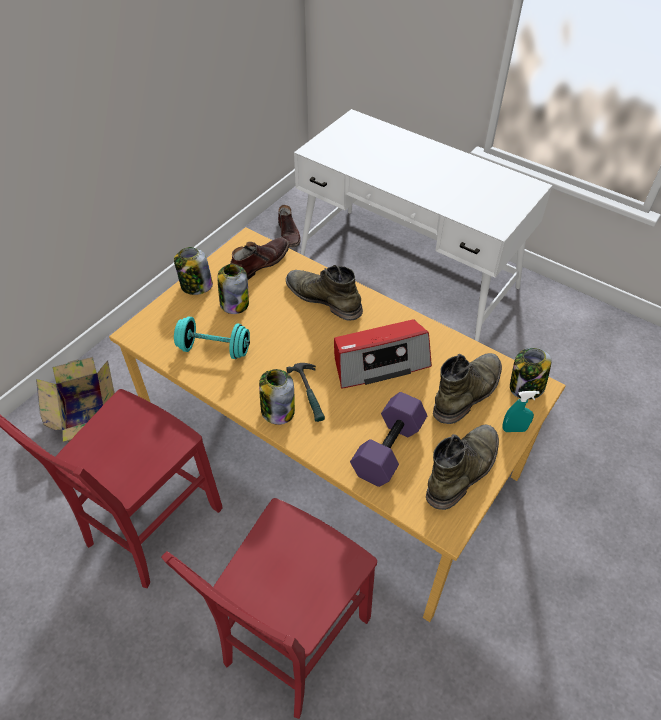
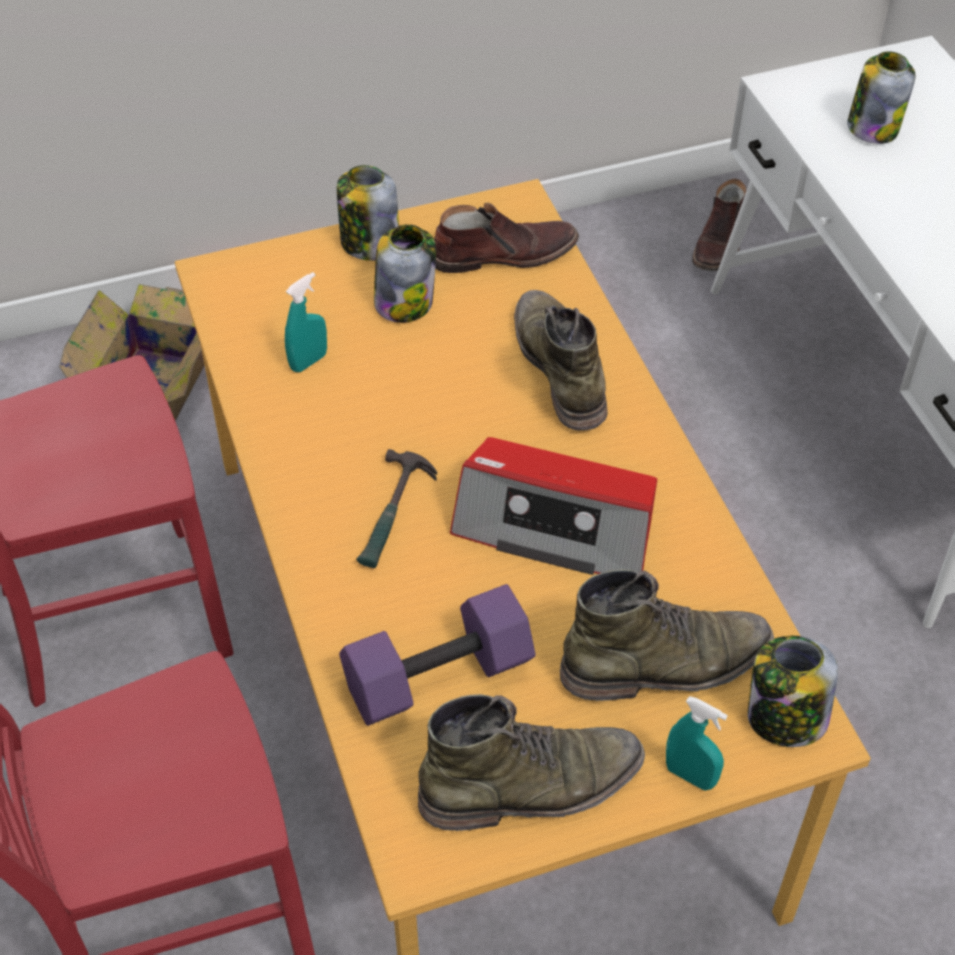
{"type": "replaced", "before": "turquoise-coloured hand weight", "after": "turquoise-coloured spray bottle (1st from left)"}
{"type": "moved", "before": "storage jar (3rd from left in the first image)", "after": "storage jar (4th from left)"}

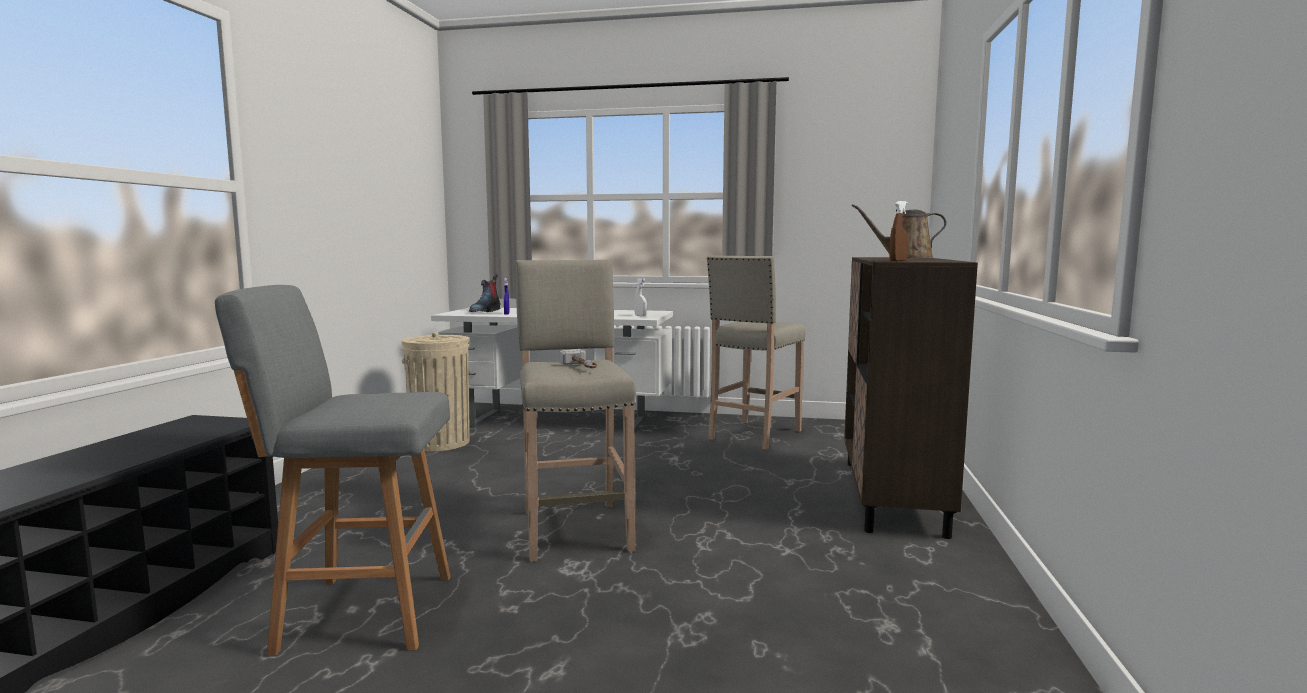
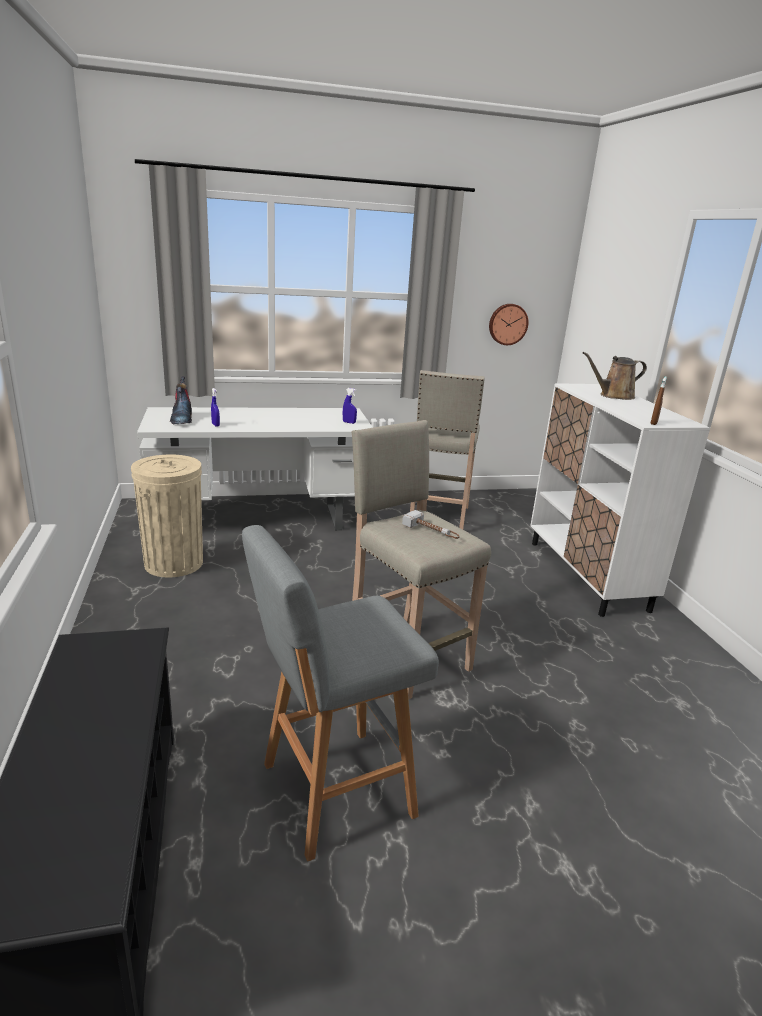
{"type": "recoloured", "before": "white spray bottle", "after": "blue spray bottle (2nd from left)"}
{"type": "recoloured", "before": "brown-coloured cabinet", "after": "white cabinet"}
{"type": "added", "after": "wall clock"}

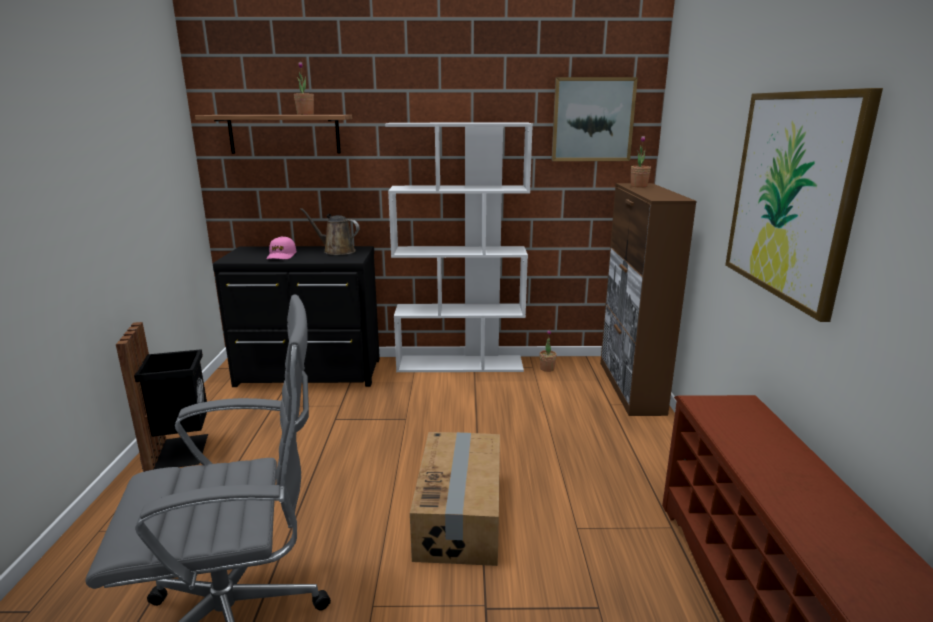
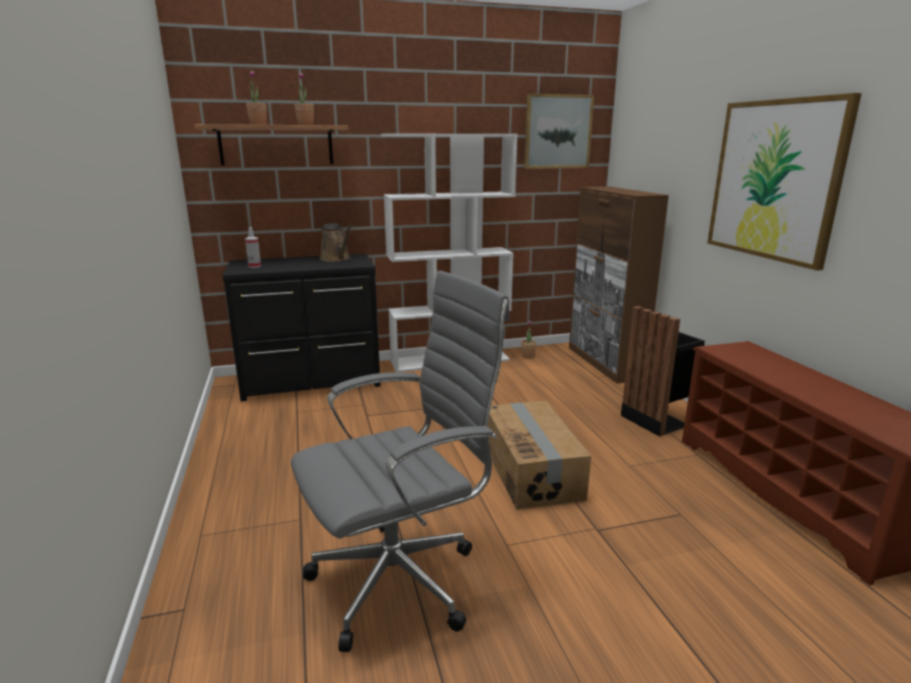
{"type": "moved", "before": "black rubbish bin"}
{"type": "removed", "before": "pink baseball cap"}
{"type": "turned", "before": "brown-coloured sprinkling can", "turn": -135}
{"type": "moved", "before": "potted plant (3rd from left in the first image)", "after": "potted plant (1st from left)"}
{"type": "added", "after": "spray bottle"}

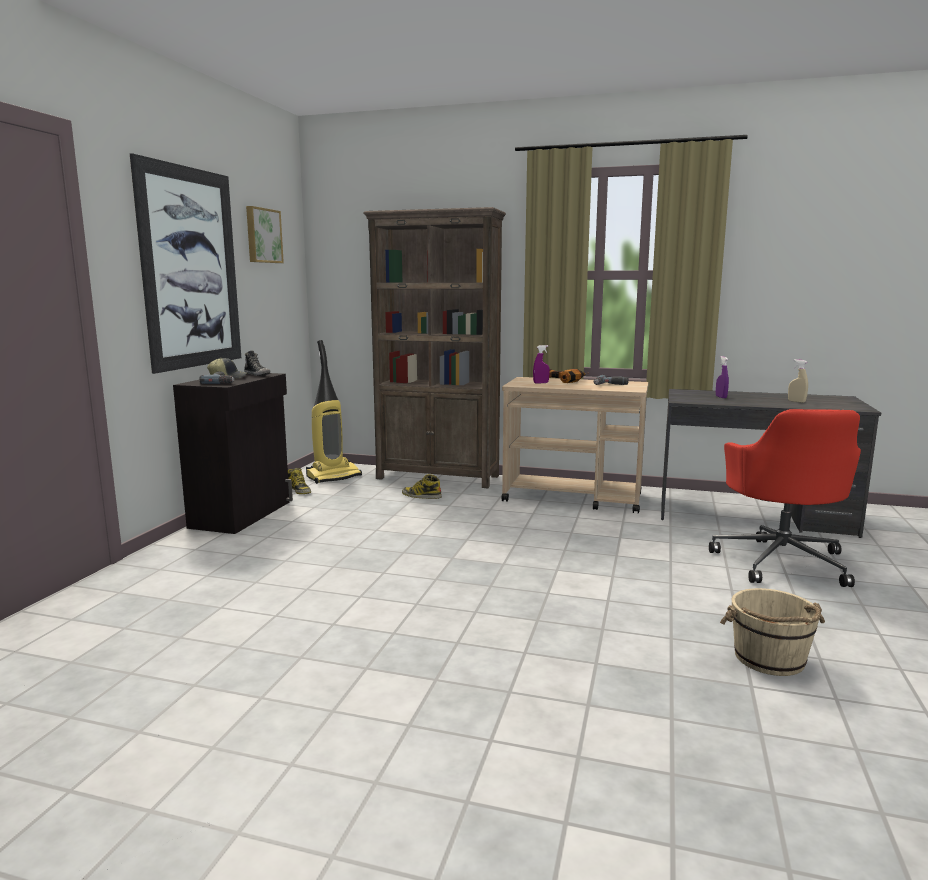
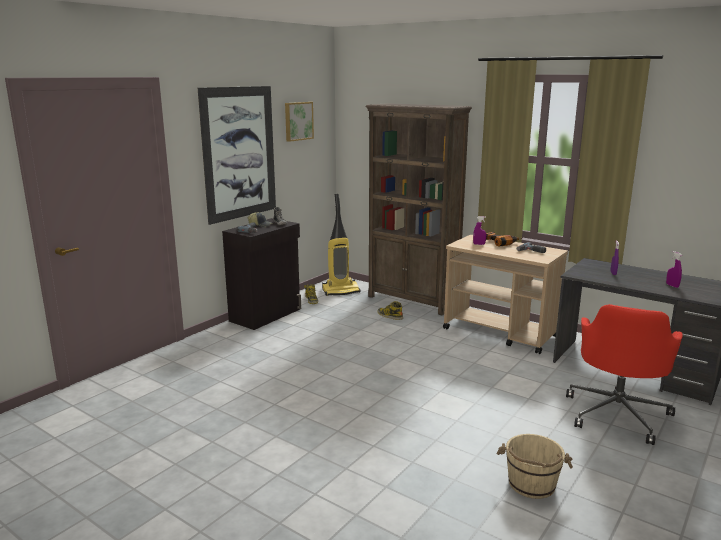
{"type": "recoloured", "before": "beige-coloured spray bottle", "after": "purple spray bottle (3rd from left)"}

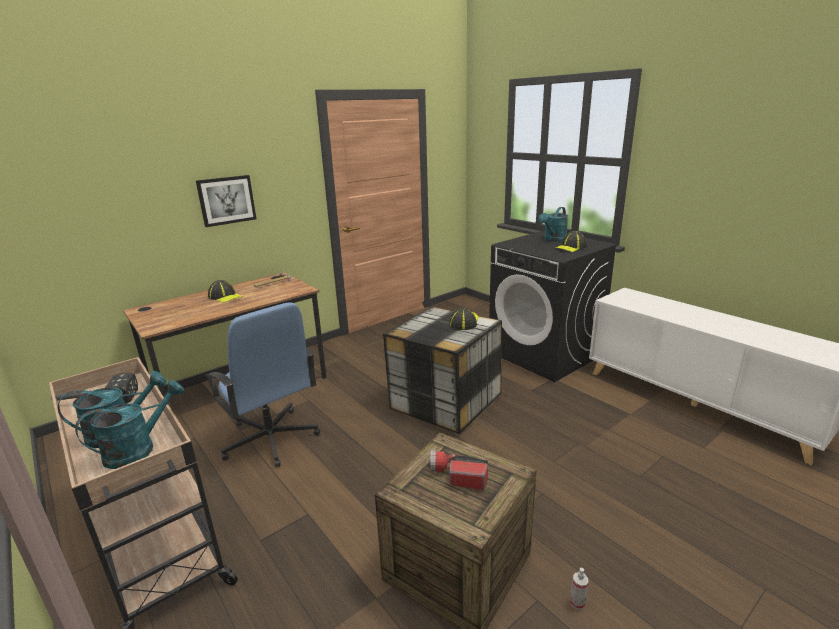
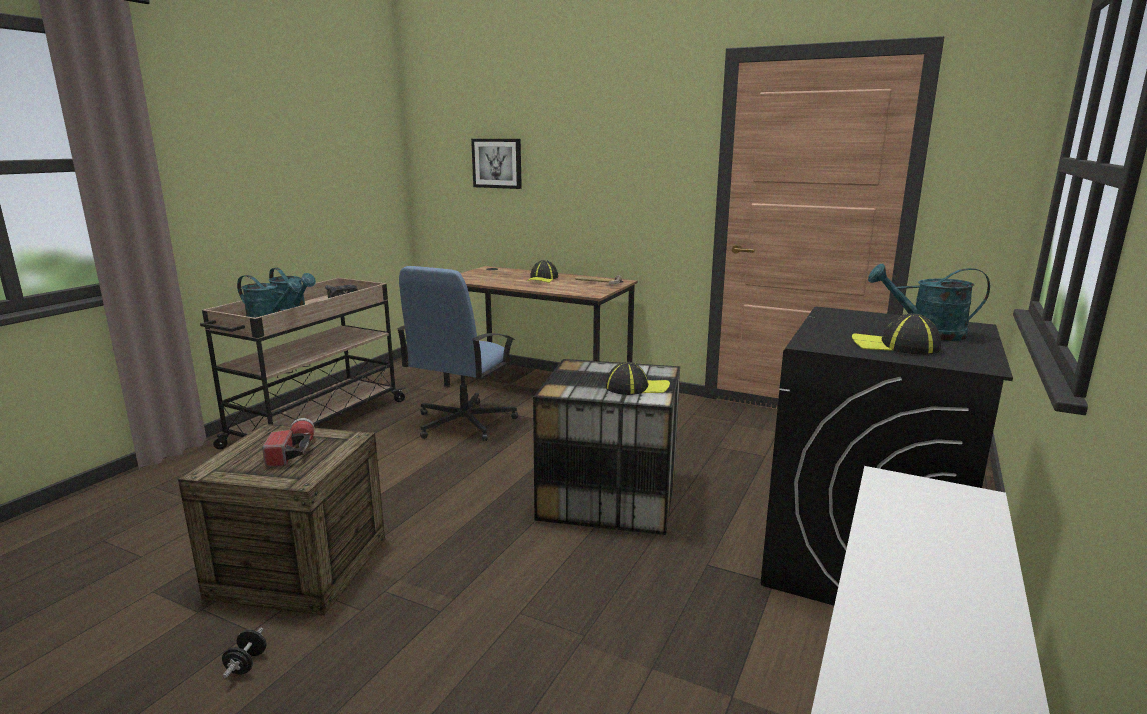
{"type": "moved", "before": "wall picture"}
{"type": "replaced", "before": "spray bottle", "after": "black hand weight"}

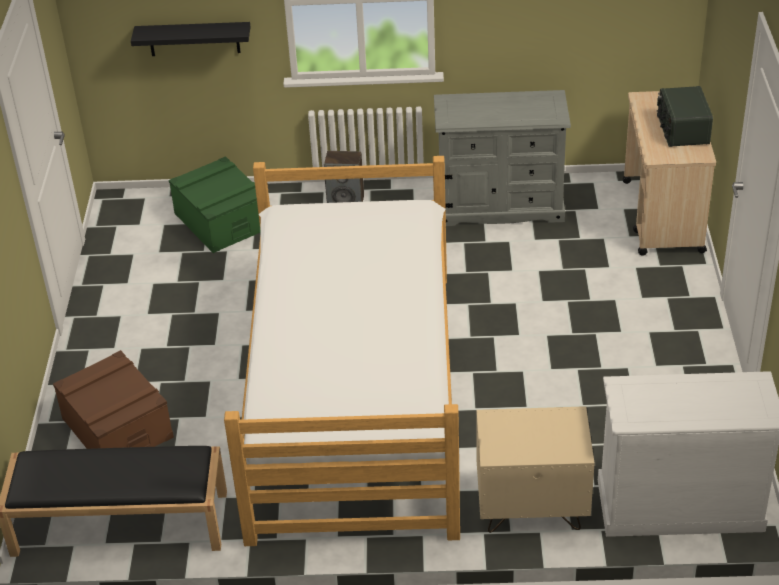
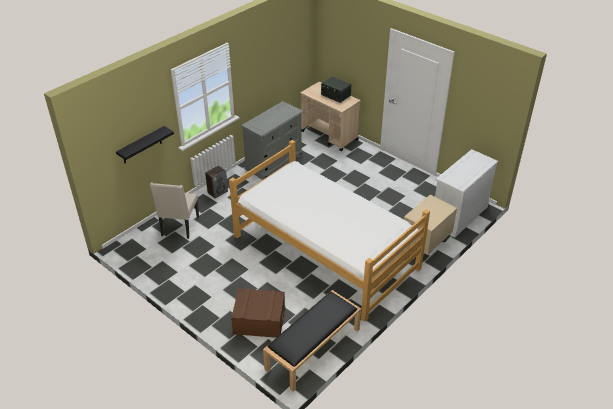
{"type": "replaced", "before": "greenish storage bin", "after": "beige-coloured chair"}

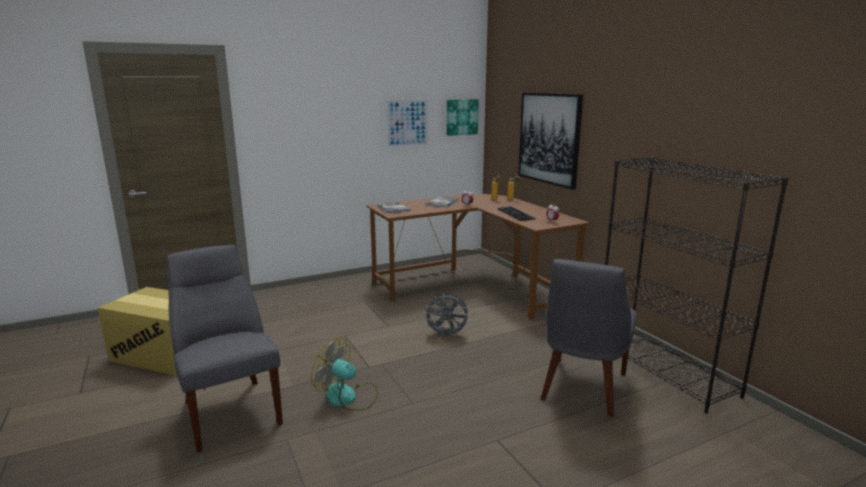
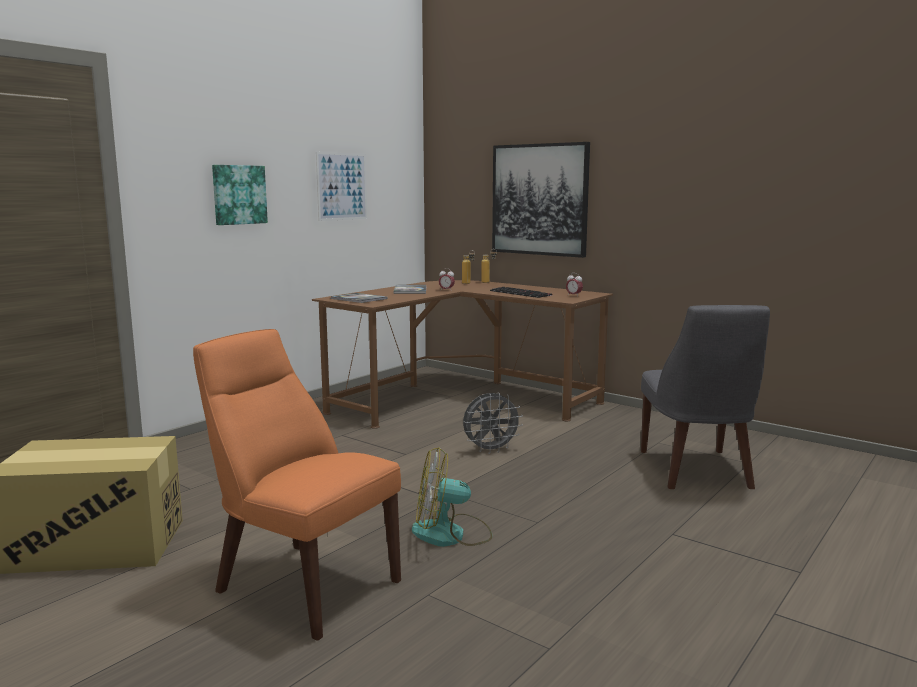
{"type": "recoloured", "before": "greyish chair (1st from left)", "after": "orange chair"}
{"type": "moved", "before": "wall picture (2nd from left in the first image)", "after": "wall picture (1st from left)"}
{"type": "removed", "before": "black bookcase"}

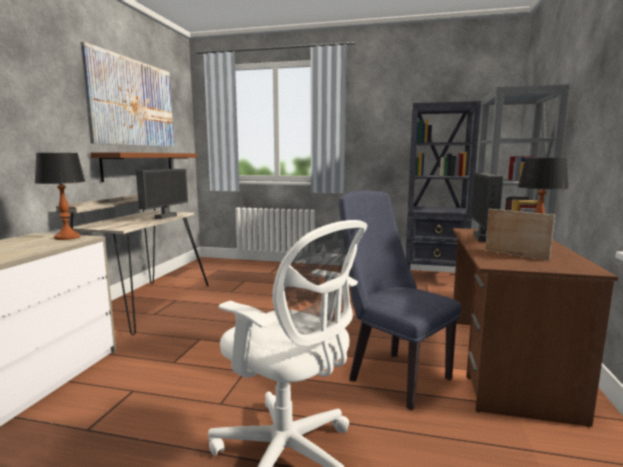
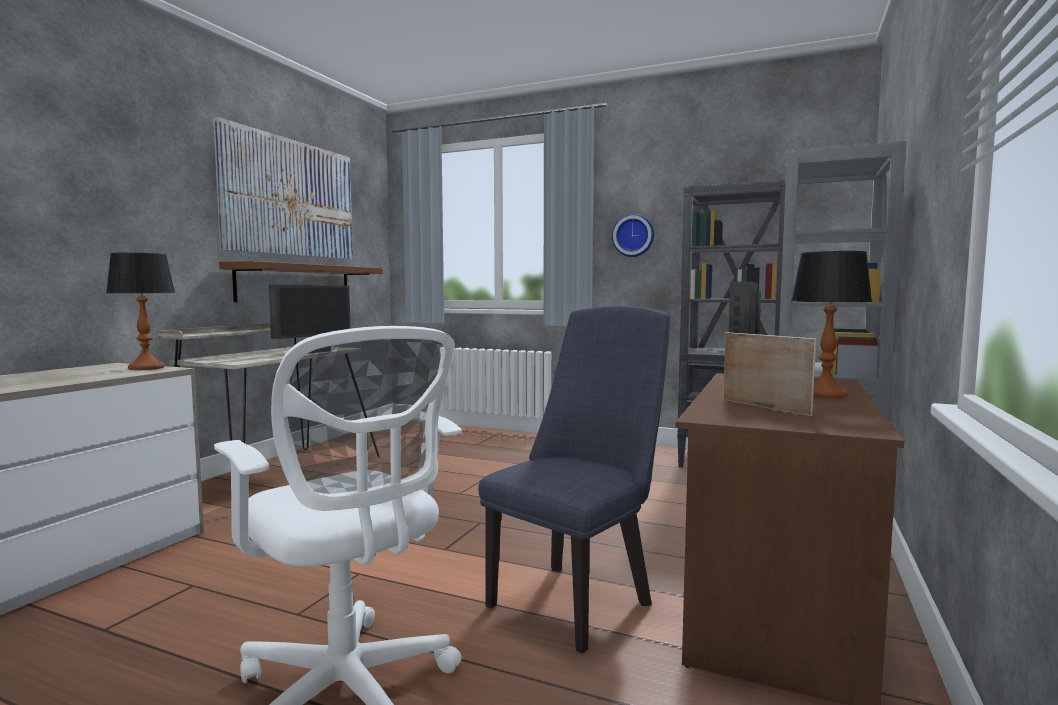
{"type": "turned", "before": "blue chair", "turn": 75}
{"type": "added", "after": "wall clock"}

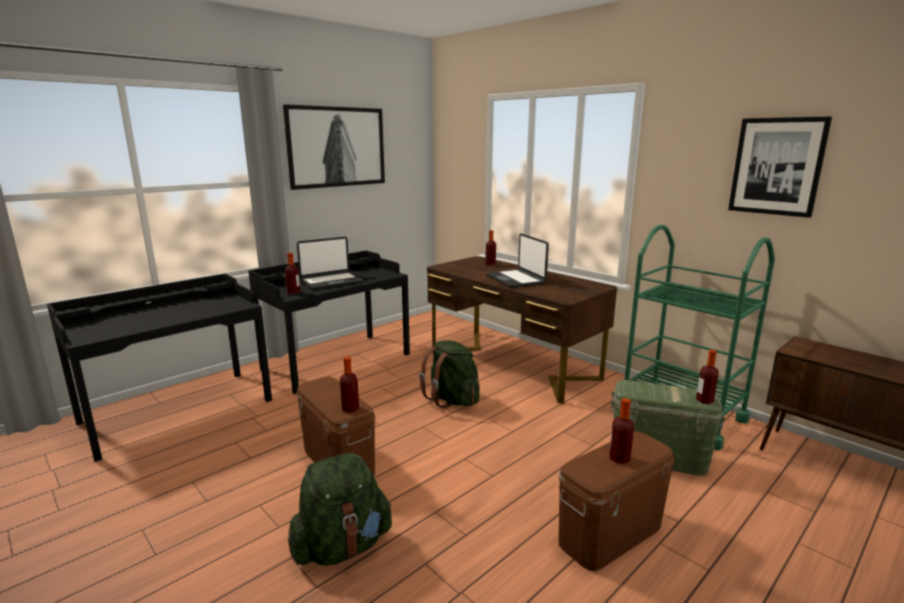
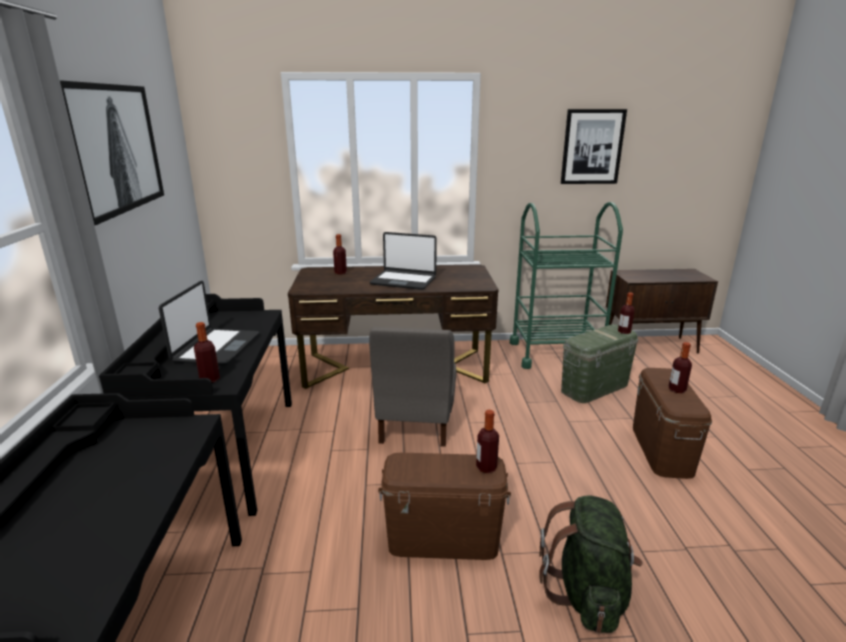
{"type": "replaced", "before": "greenish rucksack (2nd from left)", "after": "greyish chair"}

